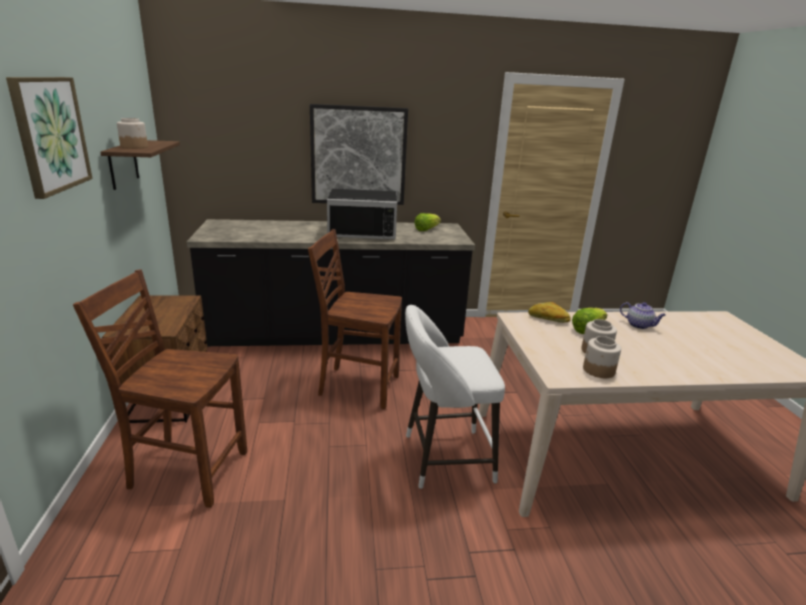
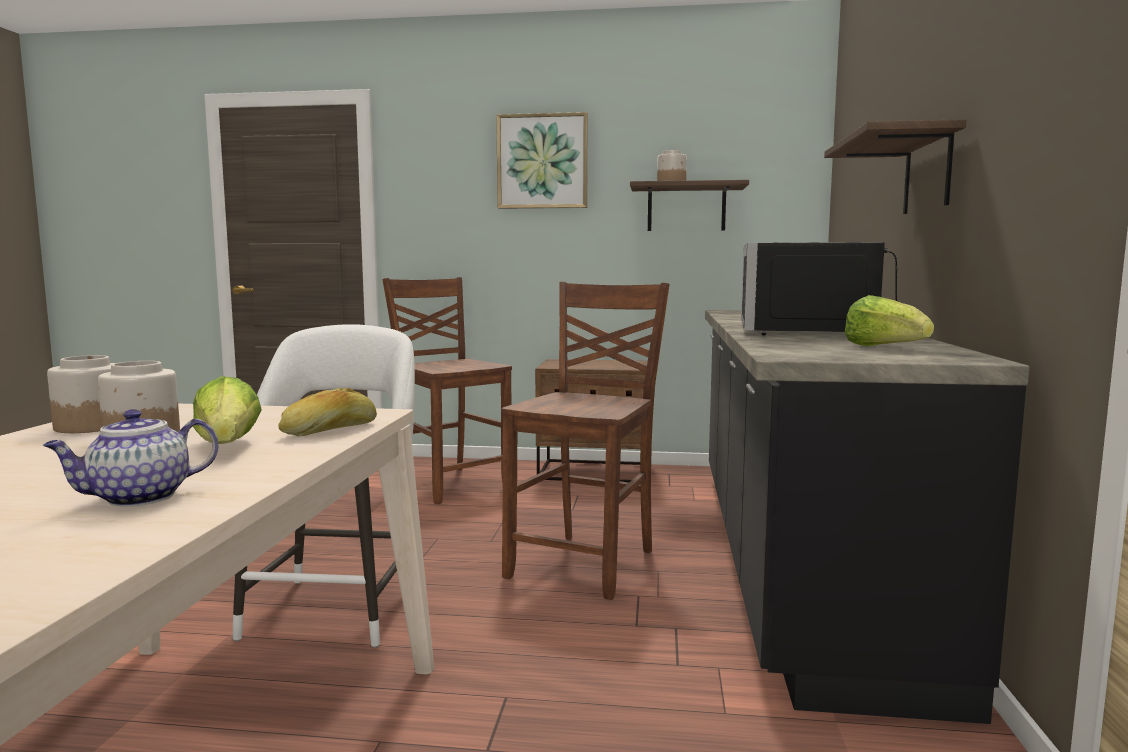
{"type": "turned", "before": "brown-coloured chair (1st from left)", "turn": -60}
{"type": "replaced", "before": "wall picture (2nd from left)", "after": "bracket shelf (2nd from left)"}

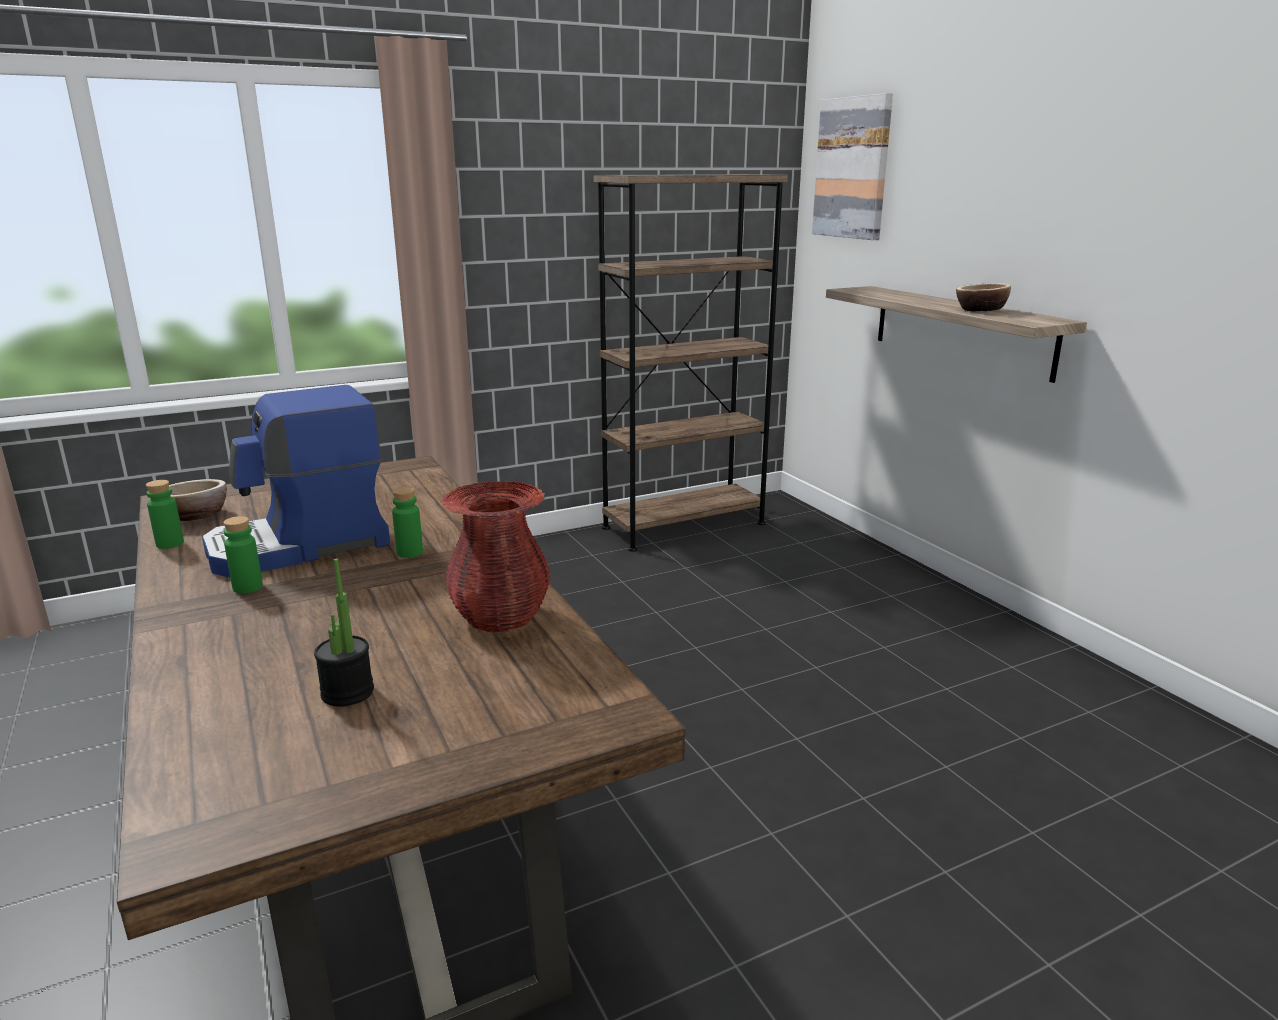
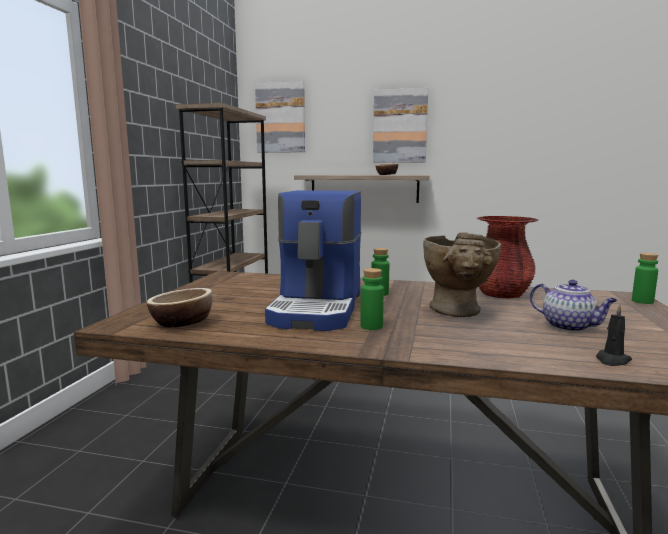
{"type": "moved", "before": "greenish beverage bottle (1st from left in the first image)", "after": "greenish beverage bottle (3rd from left)"}
{"type": "replaced", "before": "potted plant", "after": "tea pot"}
{"type": "added", "after": "wall picture (2nd from left)"}
{"type": "added", "after": "beige-coloured flower vase"}
{"type": "added", "after": "black wax candle"}

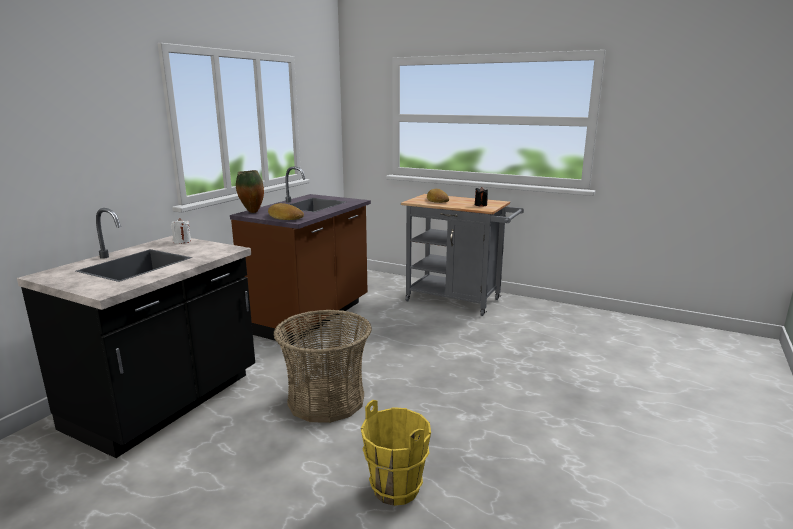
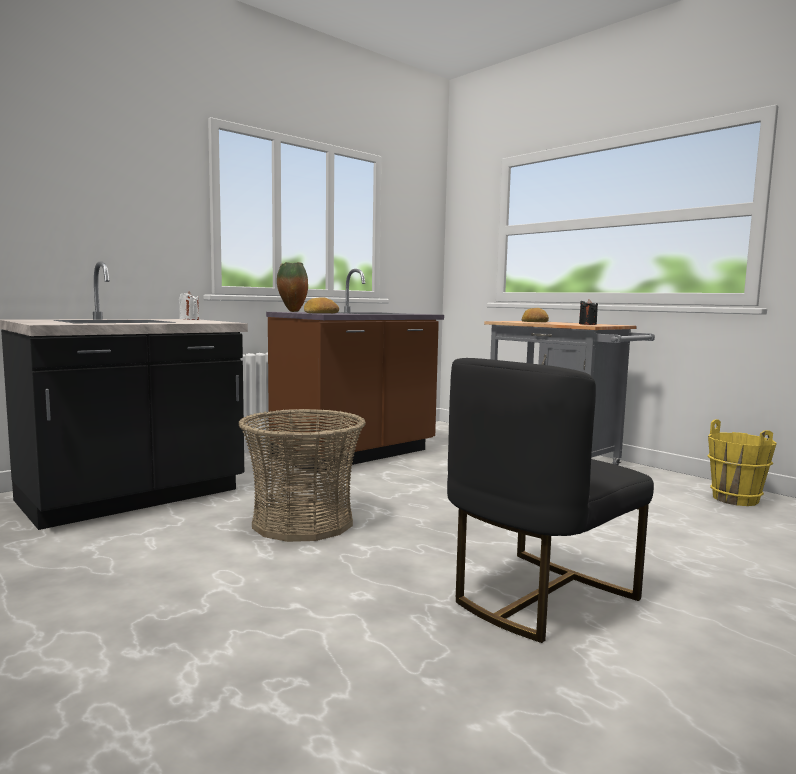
{"type": "moved", "before": "yellow-coloured bucket"}
{"type": "added", "after": "black chair"}

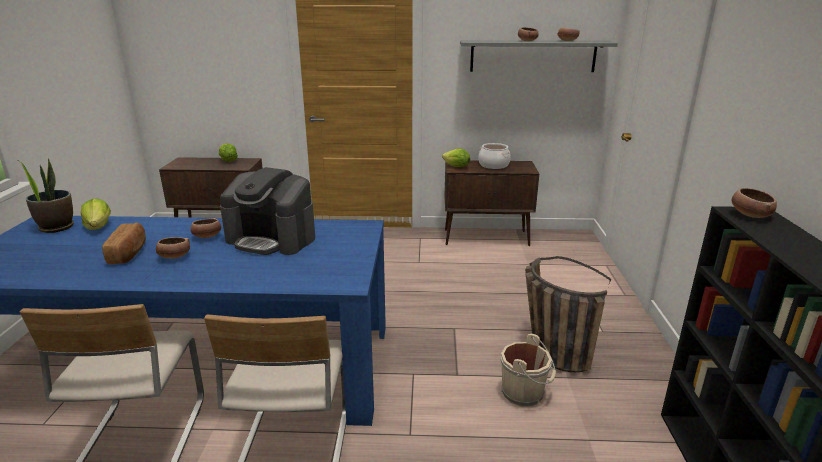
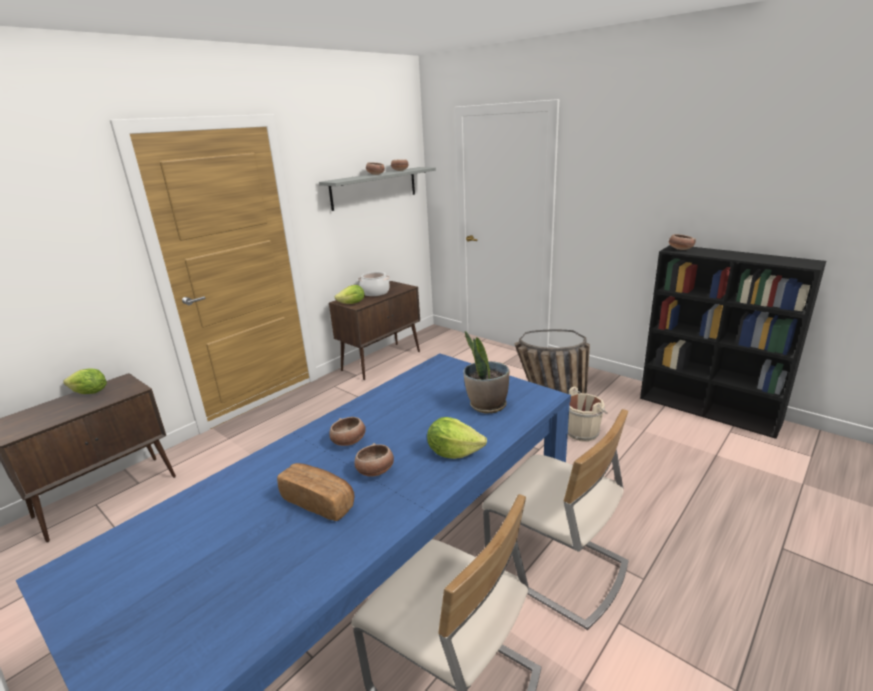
{"type": "moved", "before": "potted plant"}
{"type": "moved", "before": "head of lettuce (1st from left in the first image)", "after": "head of lettuce (3rd from left)"}
{"type": "removed", "before": "coffee brewer"}

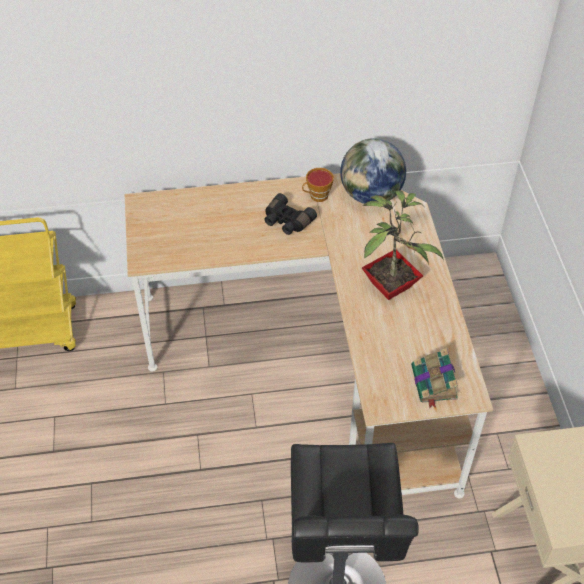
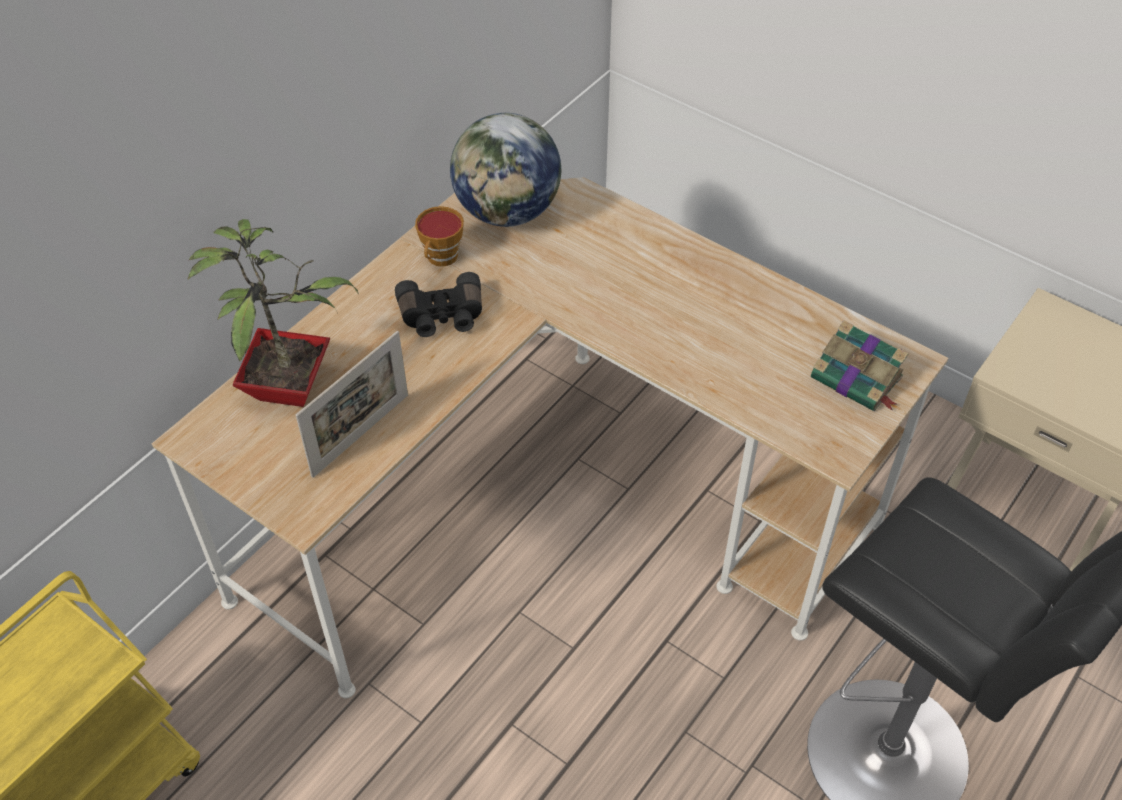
{"type": "moved", "before": "potted plant"}
{"type": "added", "after": "picture frame"}

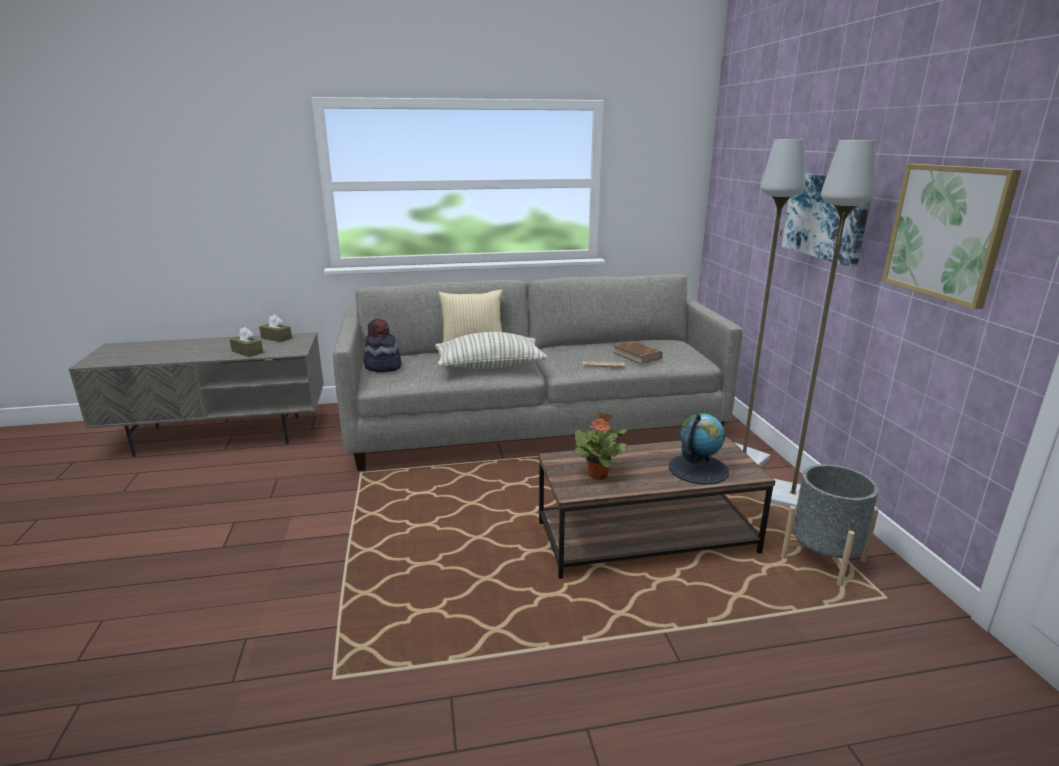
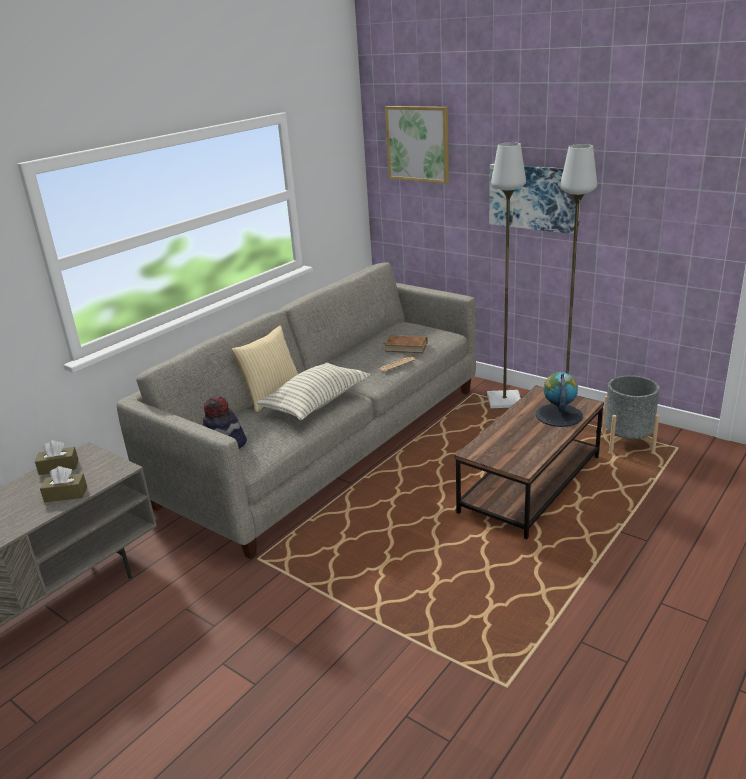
{"type": "removed", "before": "potted plant"}
{"type": "moved", "before": "wall picture (2nd from left in the first image)", "after": "wall picture (1st from left)"}

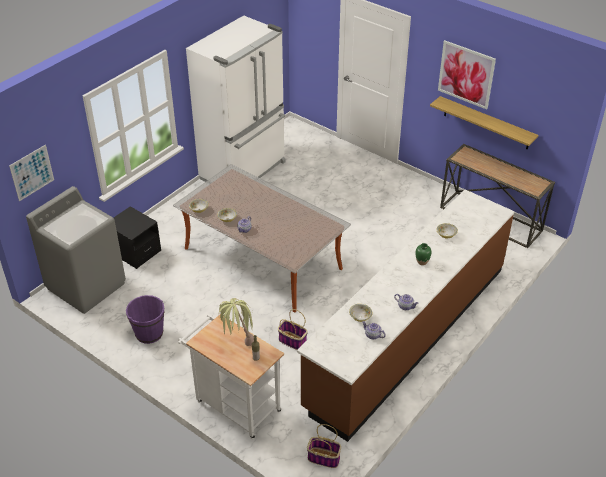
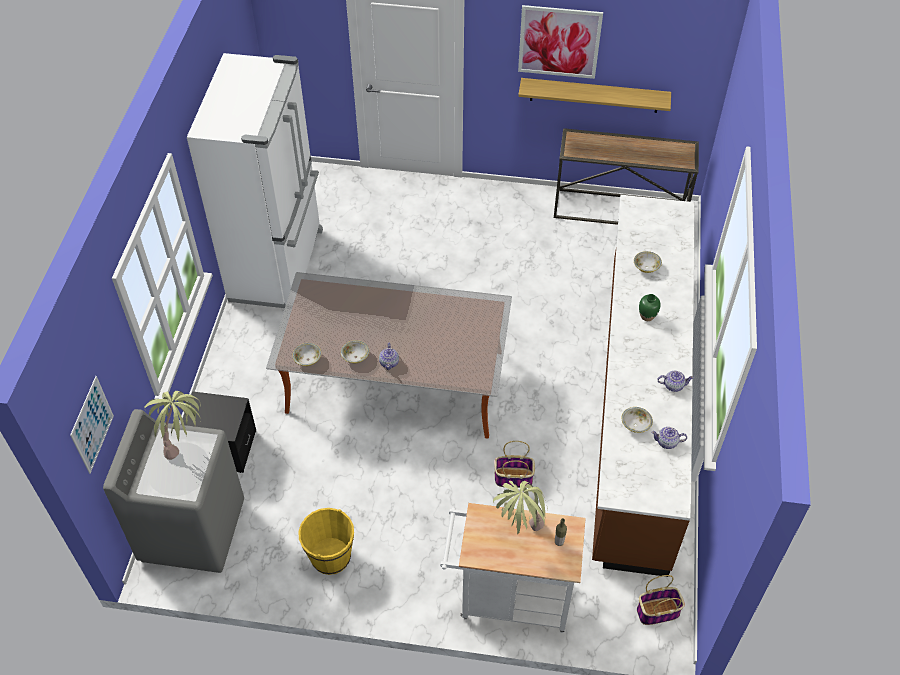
{"type": "recoloured", "before": "purple bucket", "after": "yellow-coloured bucket"}
{"type": "added", "after": "potted plant (1st from left)"}

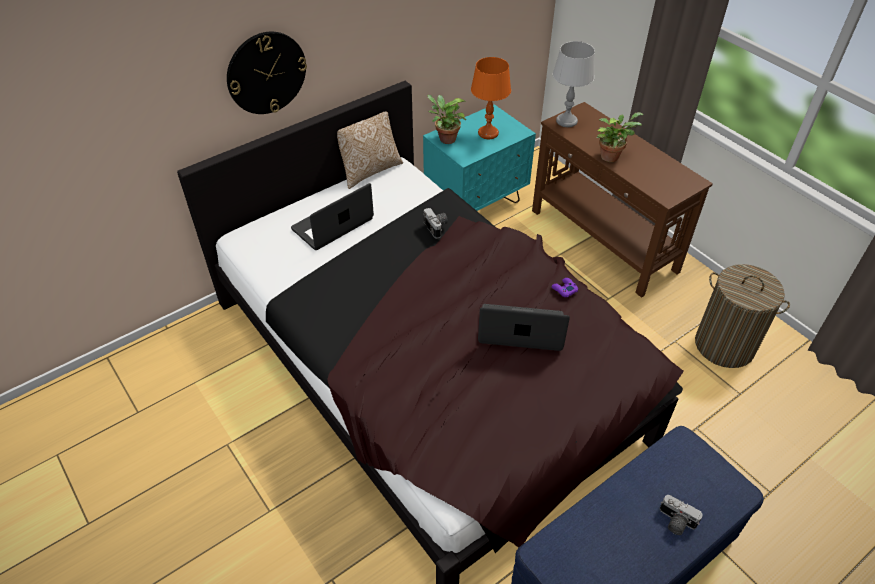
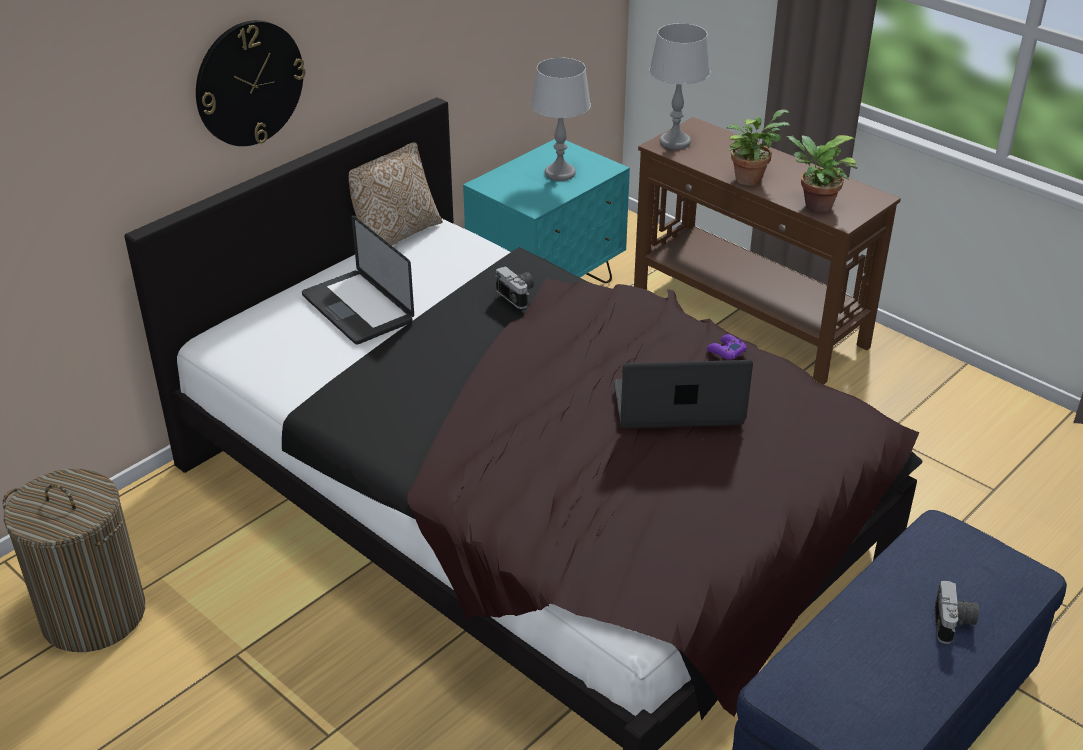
{"type": "turned", "before": "laptop (1st from left)", "turn": -75}
{"type": "moved", "before": "potted plant (1st from left in the first image)", "after": "potted plant (2nd from left)"}
{"type": "recoloured", "before": "orange lamp for a table", "after": "greyish lamp for a table (1st from left)"}
{"type": "turned", "before": "photo camera (2nd from left)", "turn": -105}
{"type": "moved", "before": "laundry basket"}

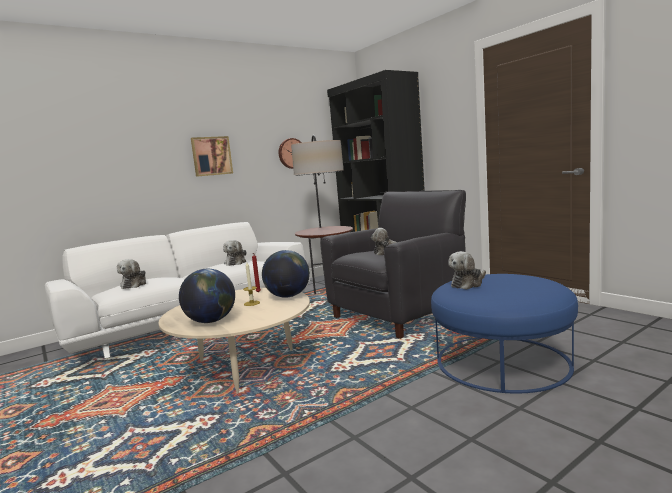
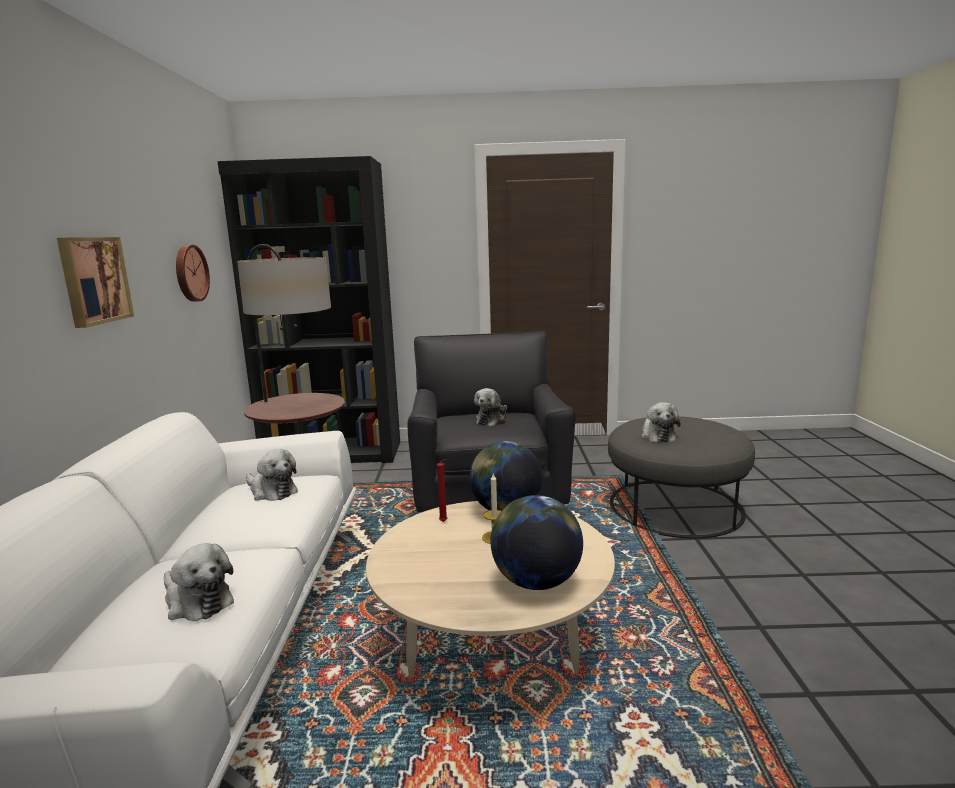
{"type": "recoloured", "before": "blue ottoman", "after": "greyish ottoman"}

